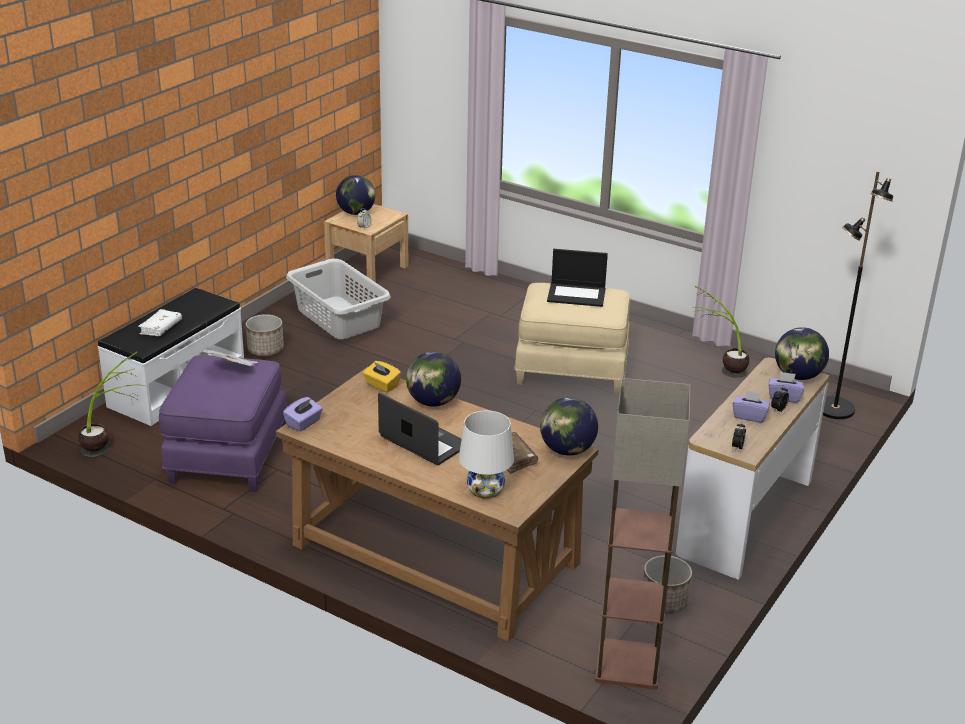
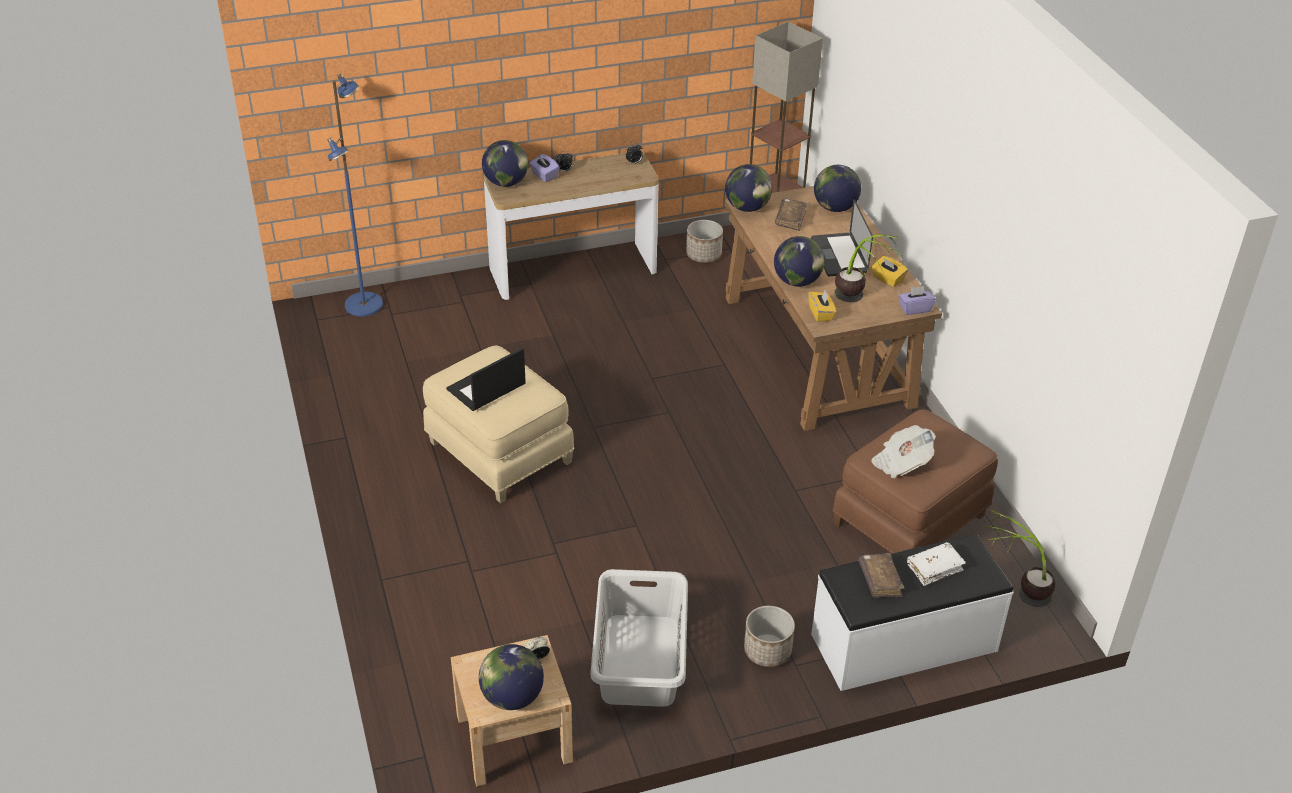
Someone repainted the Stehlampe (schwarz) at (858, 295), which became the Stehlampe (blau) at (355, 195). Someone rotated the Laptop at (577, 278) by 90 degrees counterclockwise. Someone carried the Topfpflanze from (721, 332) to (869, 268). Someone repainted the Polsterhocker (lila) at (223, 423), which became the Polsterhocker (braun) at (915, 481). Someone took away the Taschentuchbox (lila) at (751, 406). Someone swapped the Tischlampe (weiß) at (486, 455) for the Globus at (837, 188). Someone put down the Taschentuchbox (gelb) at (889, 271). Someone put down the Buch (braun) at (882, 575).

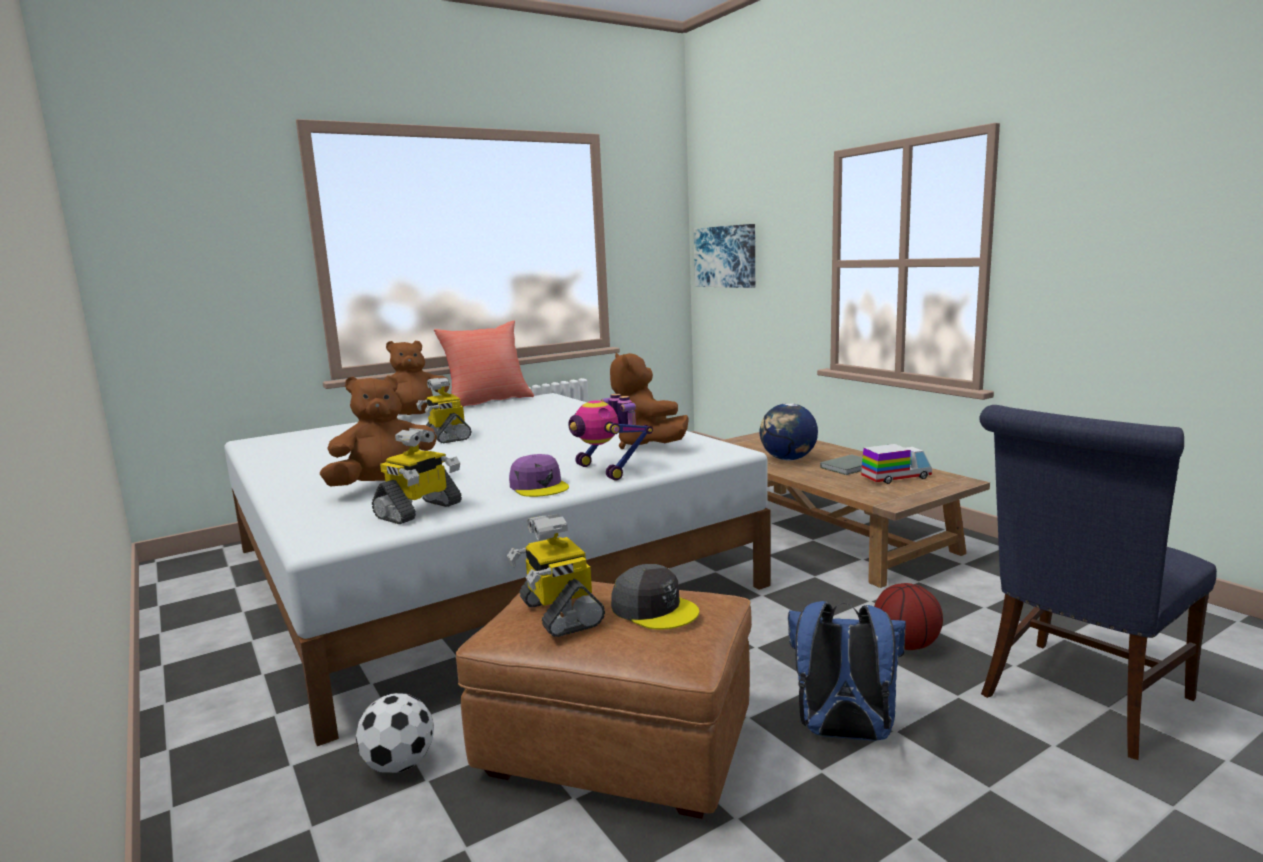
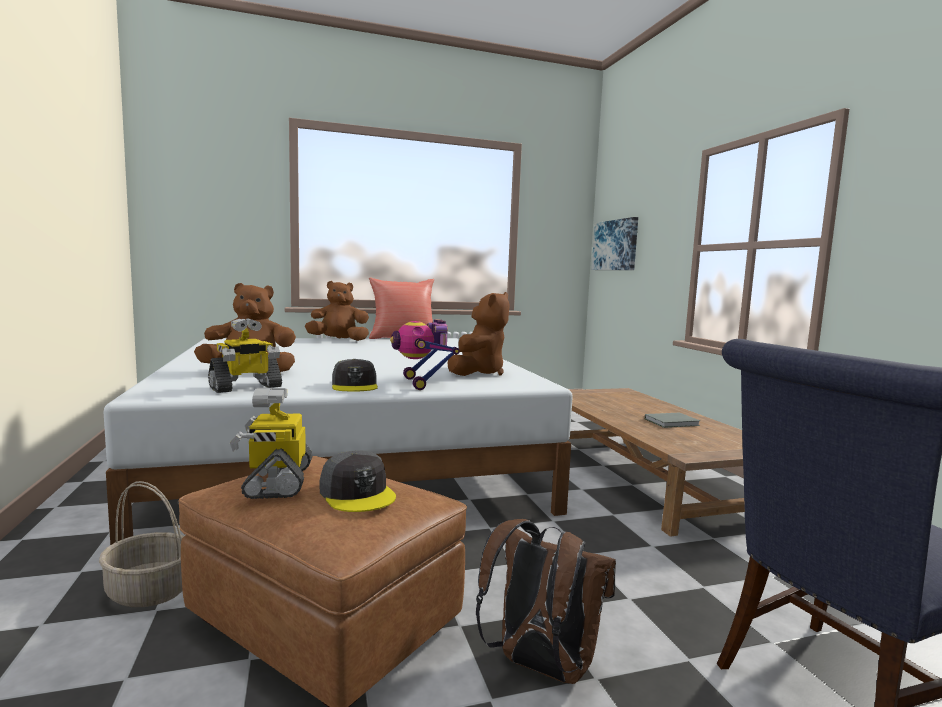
Someone rotated the Plüschtier (braun) at (649, 401) by 150 degrees counterclockwise. Someone took away the Spielzeugroboter at (444, 410). Someone took away the Globus at (789, 431). Someone took away the Spielzeuglaster at (896, 464). Someone repainted the Kappe (lila) at (539, 475), which became the Kappe (grau) at (355, 375). Someone took away the Basketball at (908, 616). Someone repainted the Rucksack (blau) at (847, 671), which became the Rucksack (braun) at (546, 601). Someone swapped the Fußball at (395, 733) for the Korb at (141, 544).

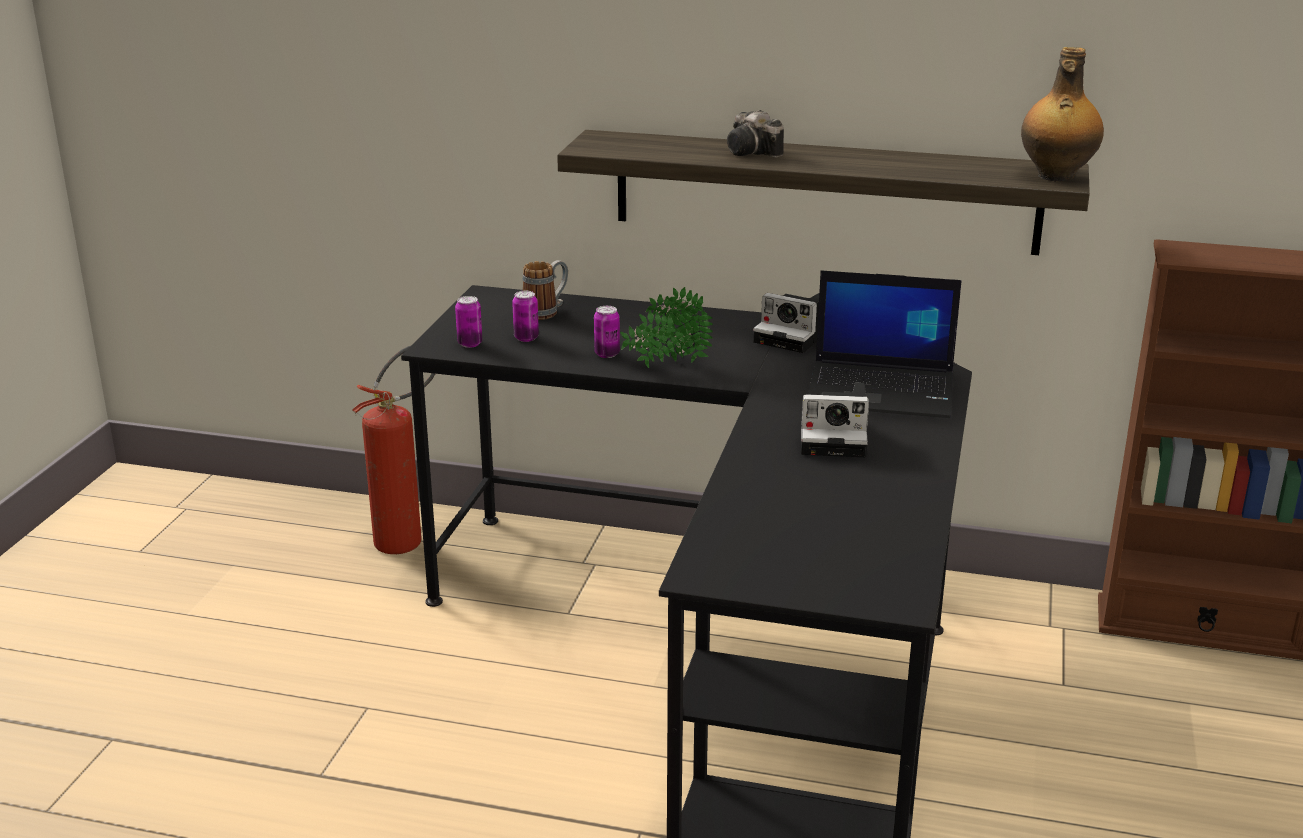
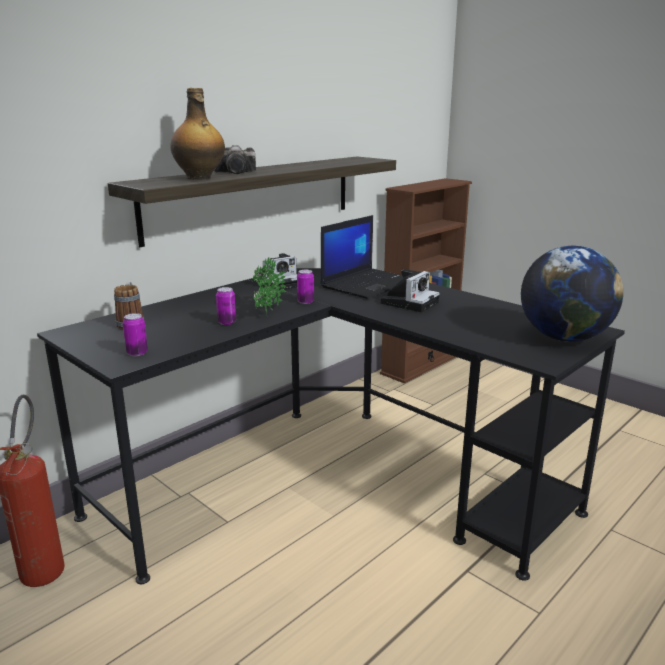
Someone carried the Flasche from (1062, 114) to (197, 134). Someone carried the Dose from (525, 316) to (305, 287). Someone put down the Globus at (572, 294).

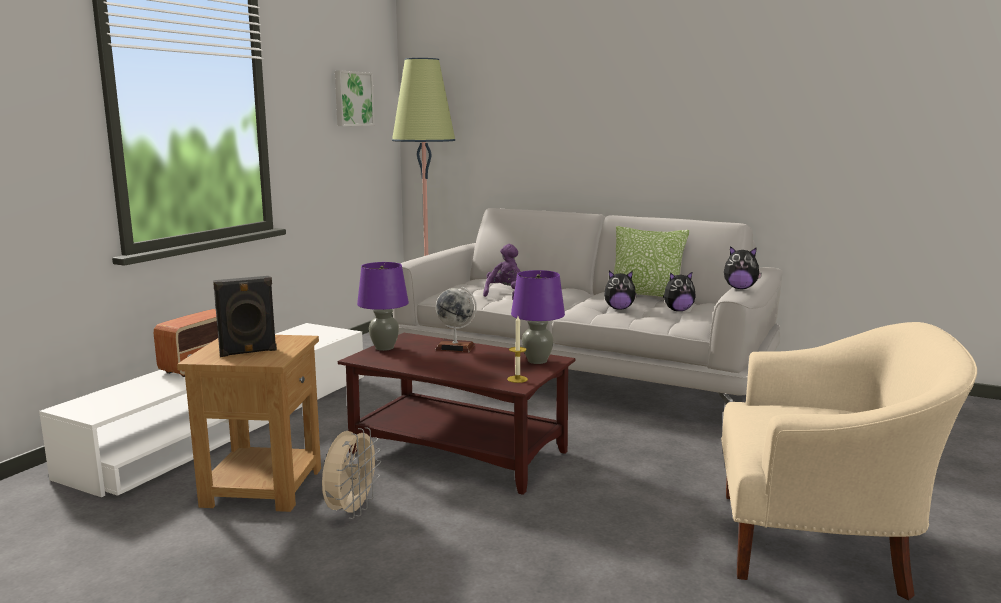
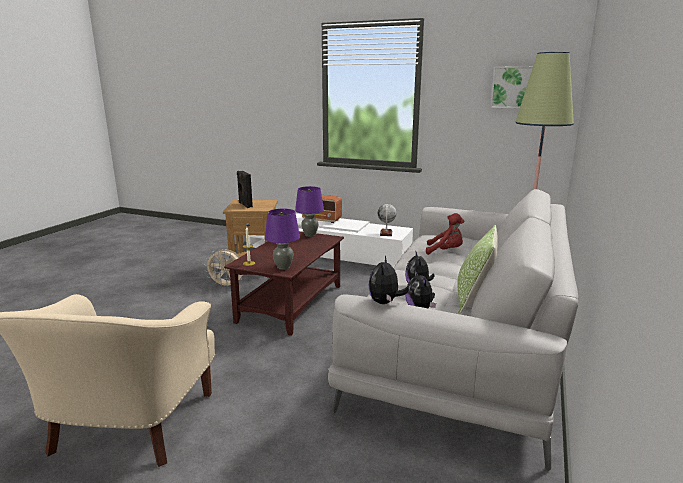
Someone repainted the Plüschtier (lila) at (502, 272), which became the Plüschtier (rot) at (445, 234). Someone carried the Globus from (456, 319) to (387, 220).

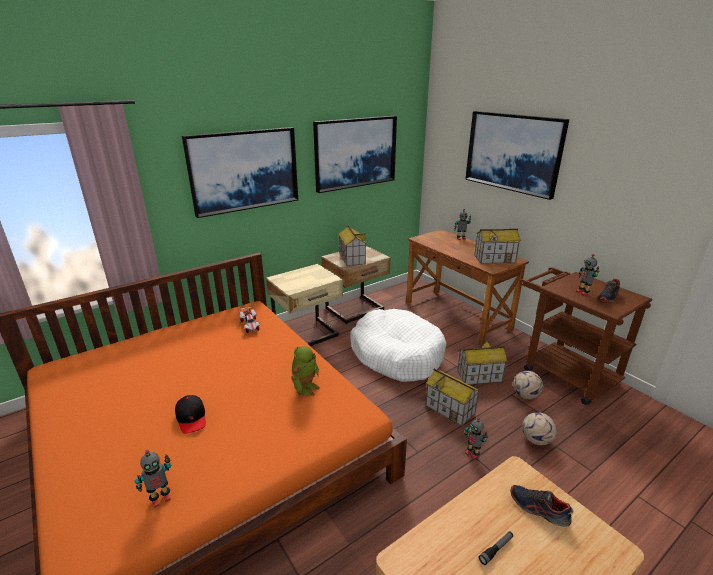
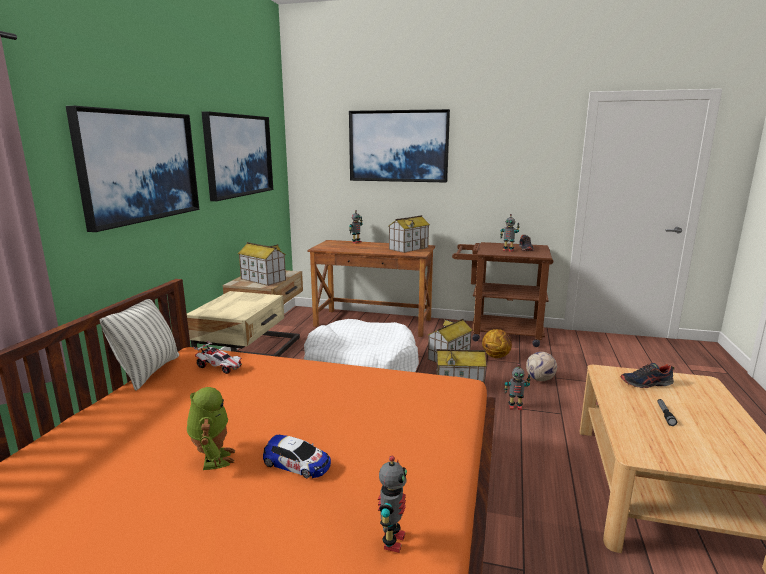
Someone carried the Spielzeugroboter from (305, 371) to (211, 428). Someone swapped the Fußball at (528, 385) for the Basketball at (497, 343). Someone swapped the Kappe (schwarz) at (190, 414) for the Spielzeugauto at (297, 456). Someone put down the Kissen at (139, 345).

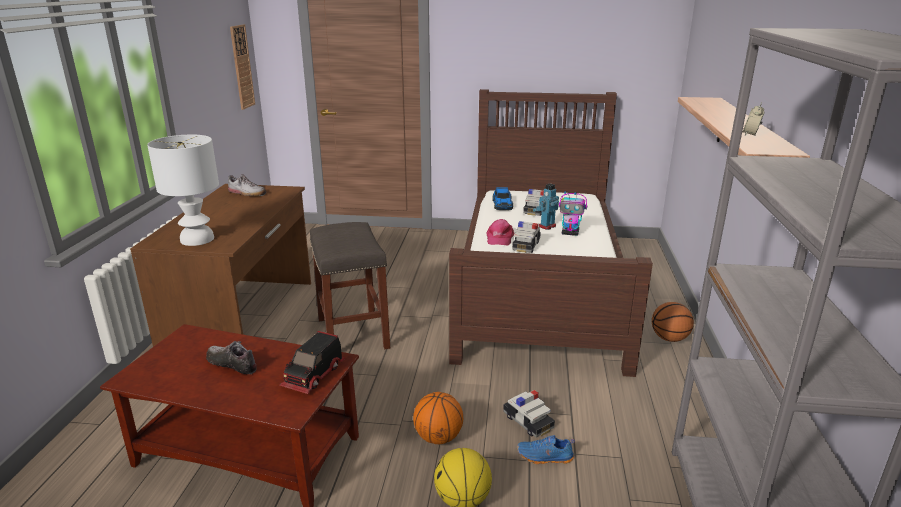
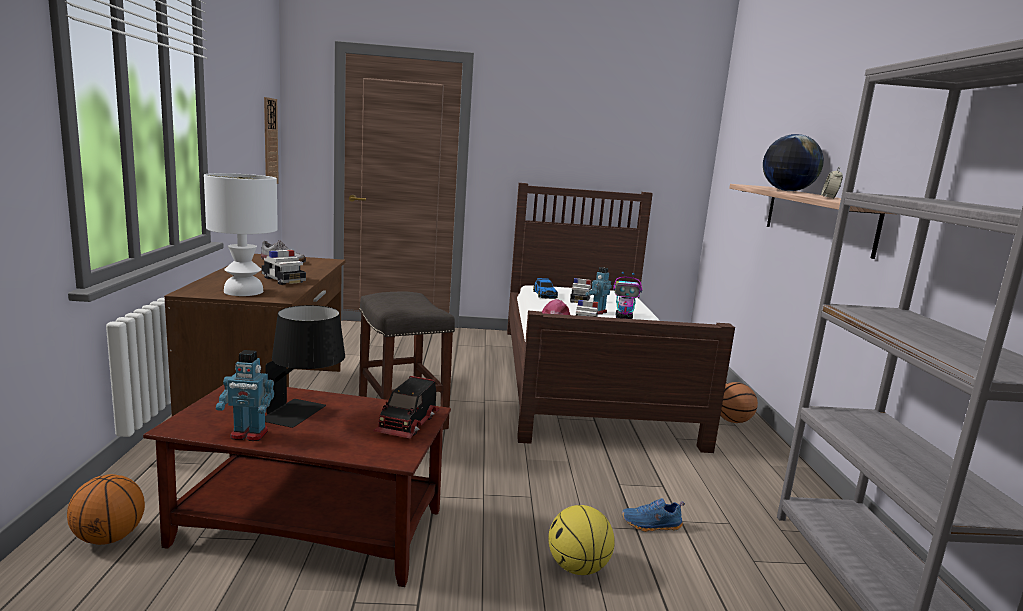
Someone swapped the Schuh at (231, 357) for the Tischlampe (schwarz) at (305, 366). Someone carried the Spielzeugauto from (529, 414) to (284, 267). Someone carried the Basketball from (438, 418) to (106, 509). Someone put down the Globus at (793, 162). Someone put down the Spielzeugroboter at (245, 395).

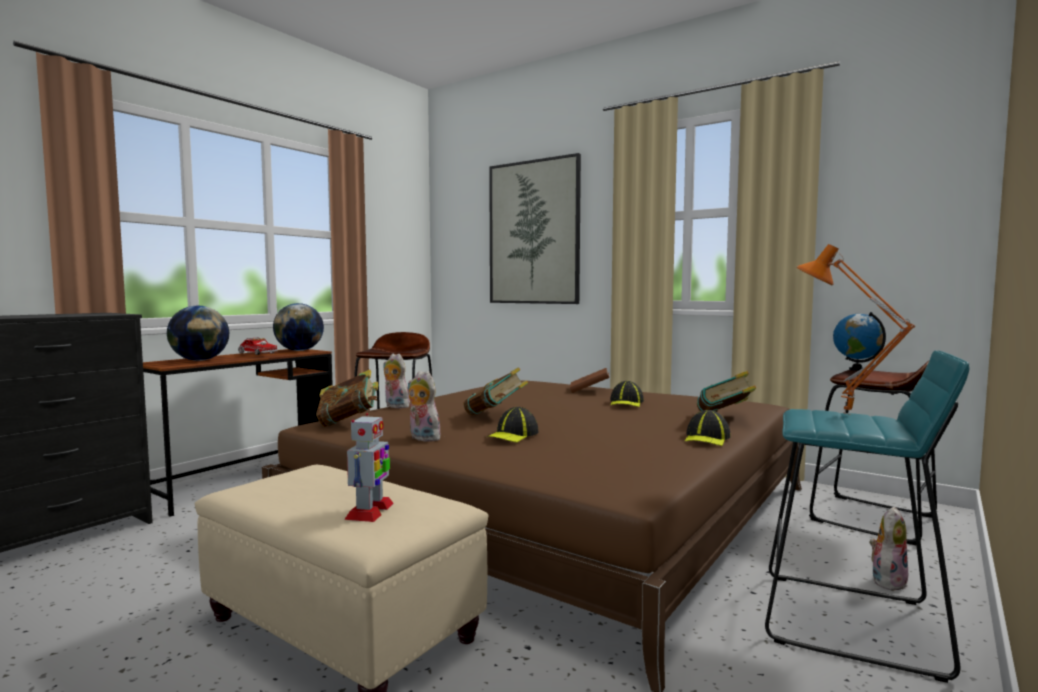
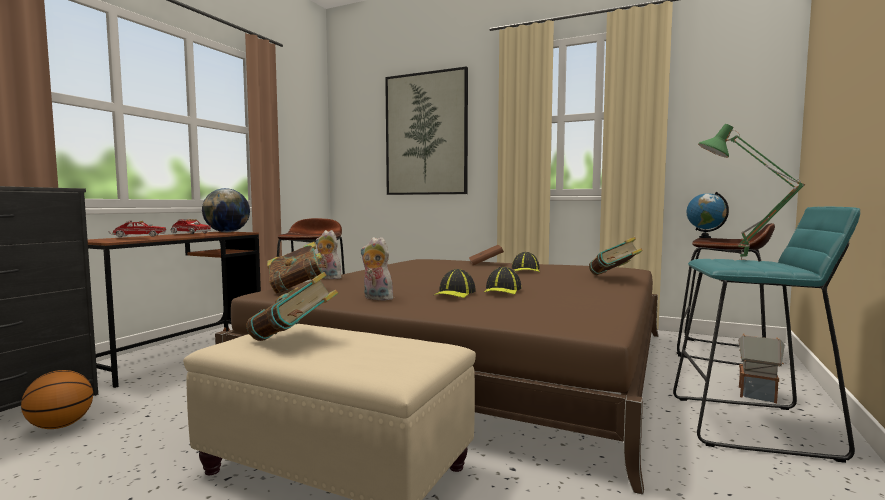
Someone repainted the Tischlampe (orange) at (855, 329), which became the Tischlampe (grün) at (751, 192). Someone swapped the Globus at (198, 333) for the Spielzeuglaster at (137, 229). Someone carried the Buch from (495, 391) to (292, 306). Someone carried the Kappe from (708, 428) to (502, 281). Someone took away the Spielzeugroboter at (369, 467). Someone swapped the Plüschtier at (888, 548) for the Spielzeughaus at (761, 368). Someone put down the Basketball at (57, 399).

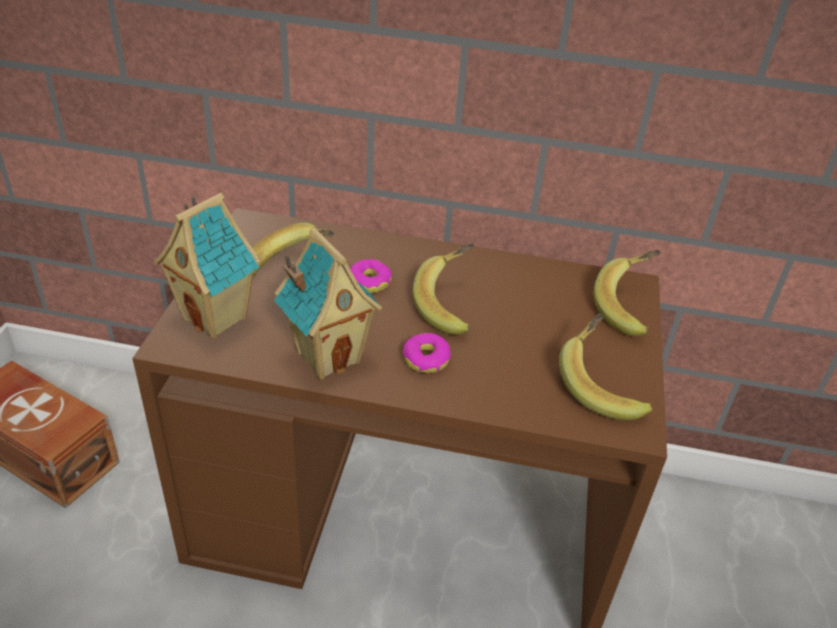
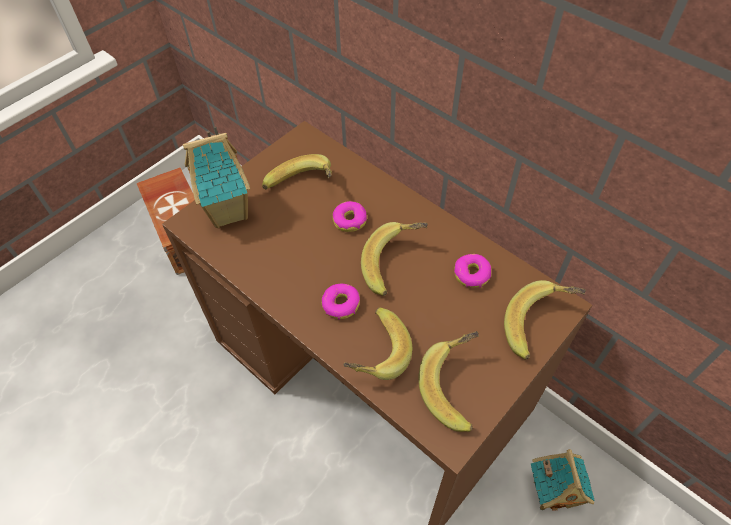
Someone carried the Spielzeughaus from (328, 303) to (563, 480). Someone put down the Donut at (472, 271). Someone put down the Banane at (378, 344).

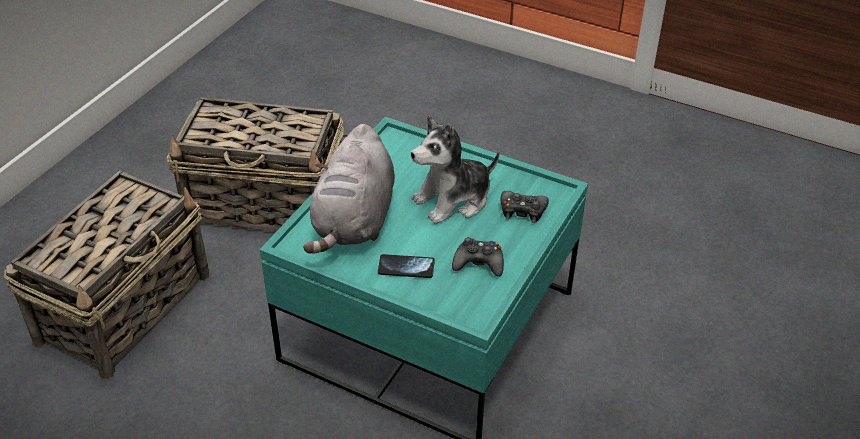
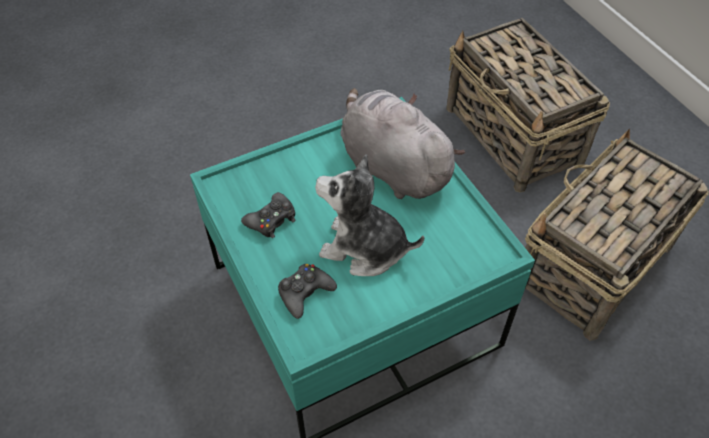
Someone rotated the Plüschtier at (455, 169) by 75 degrees counterclockwise. Someone took away the Handy at (406, 266).

